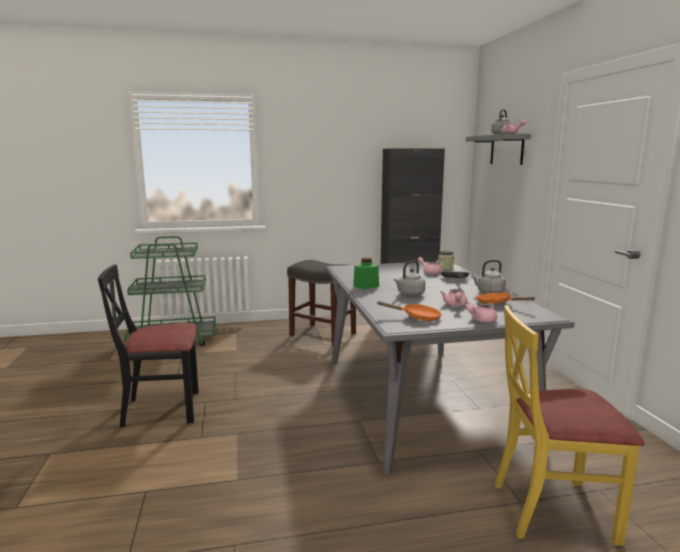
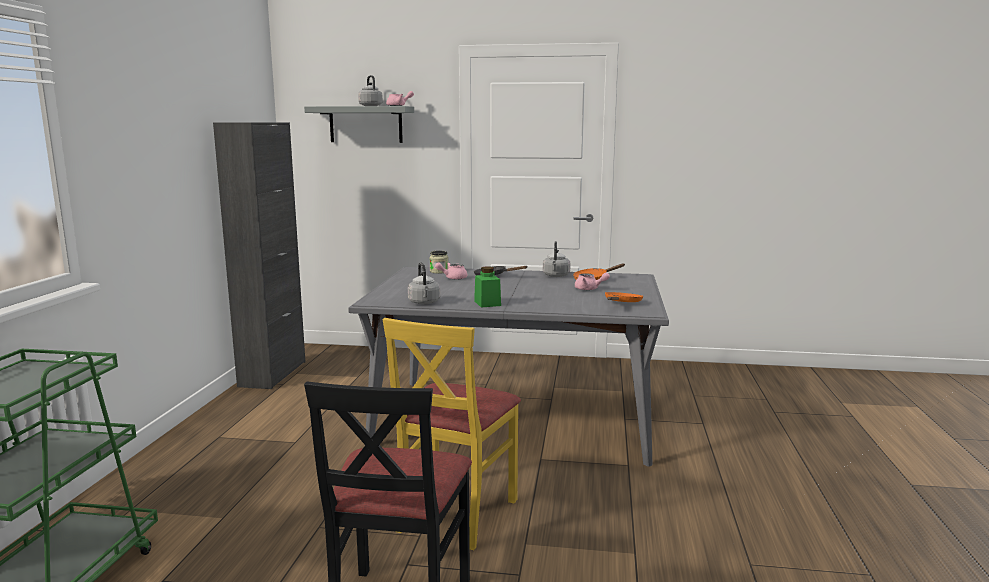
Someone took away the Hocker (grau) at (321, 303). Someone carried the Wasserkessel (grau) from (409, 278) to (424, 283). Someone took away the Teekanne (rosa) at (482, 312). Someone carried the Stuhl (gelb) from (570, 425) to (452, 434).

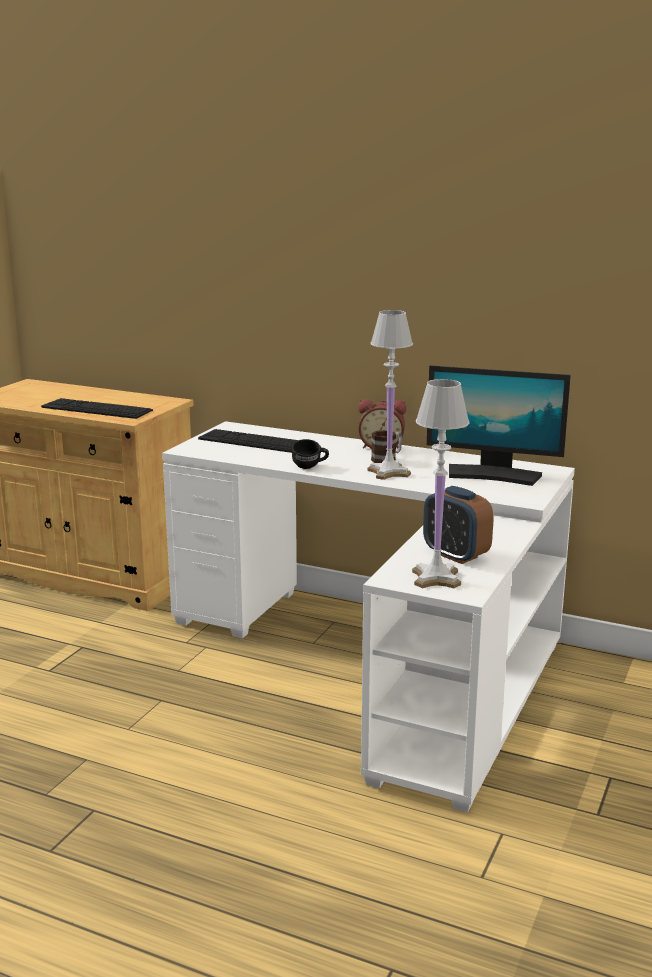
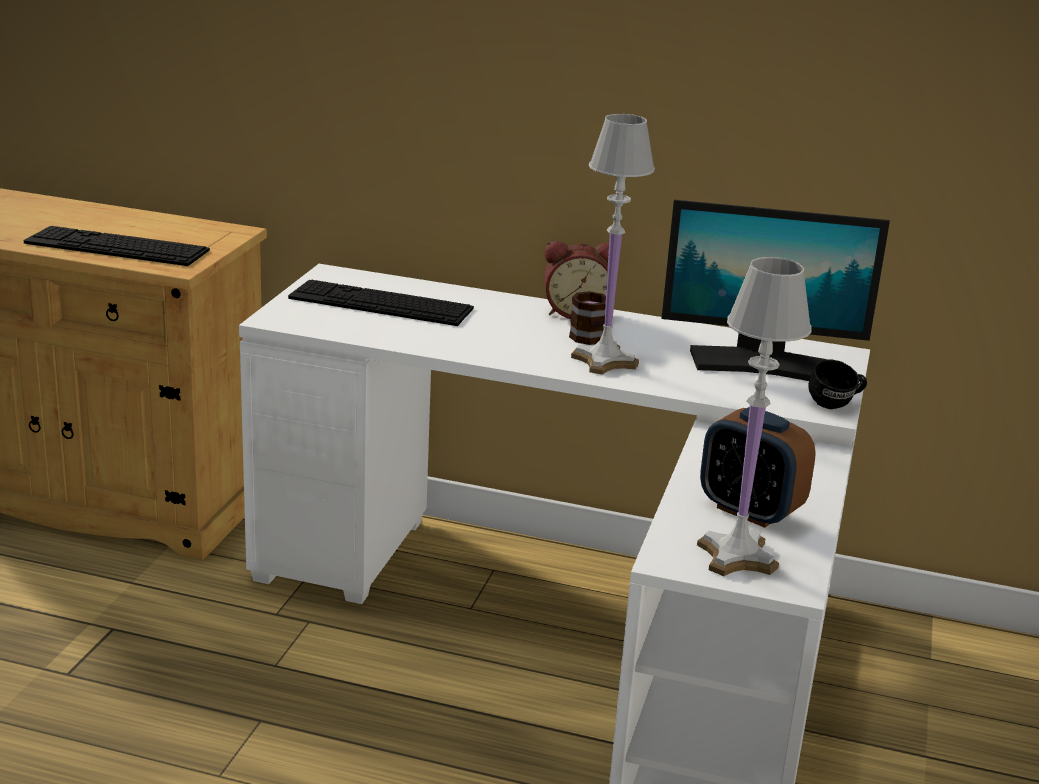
Someone carried the Henkelbecher (schwarz) from (310, 454) to (838, 384).

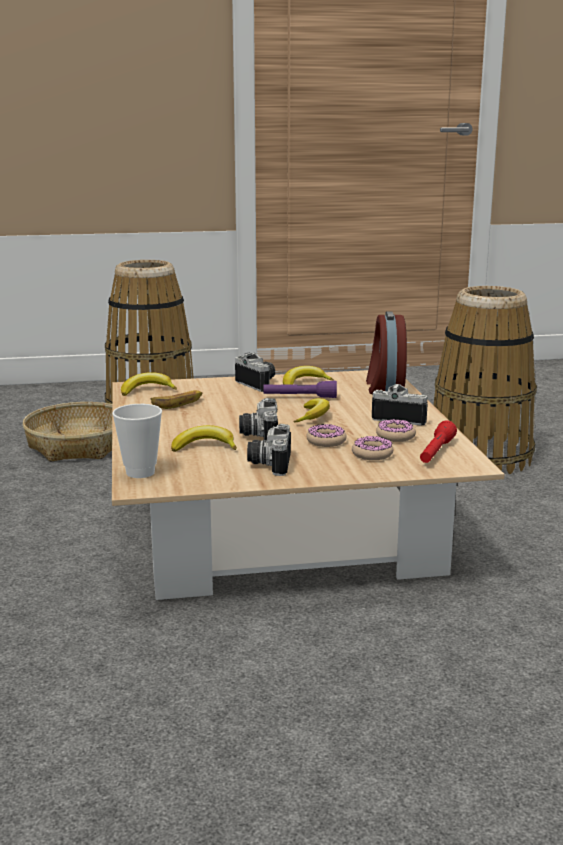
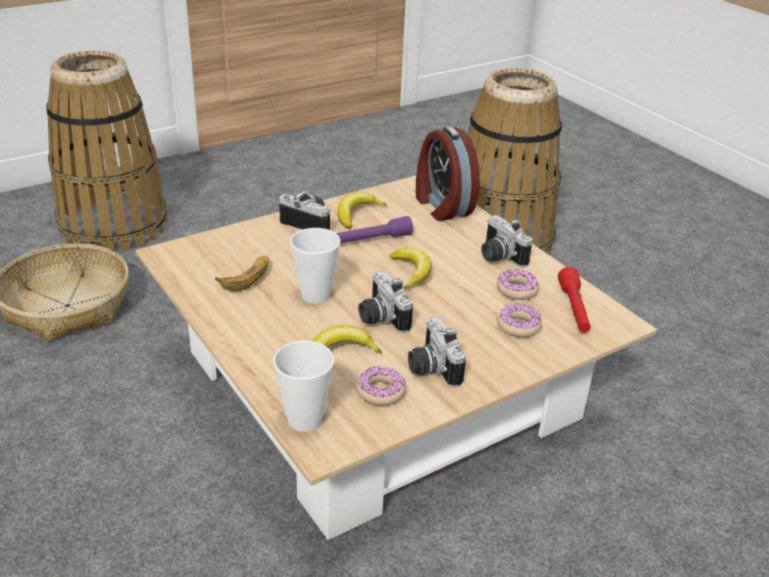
Someone took away the Banane at (149, 384). Someone rotated the Kamera at (400, 405) by 120 degrees counterclockwise. Someone carried the Donut from (326, 435) to (381, 386). Someone put down the Tasse at (315, 266).

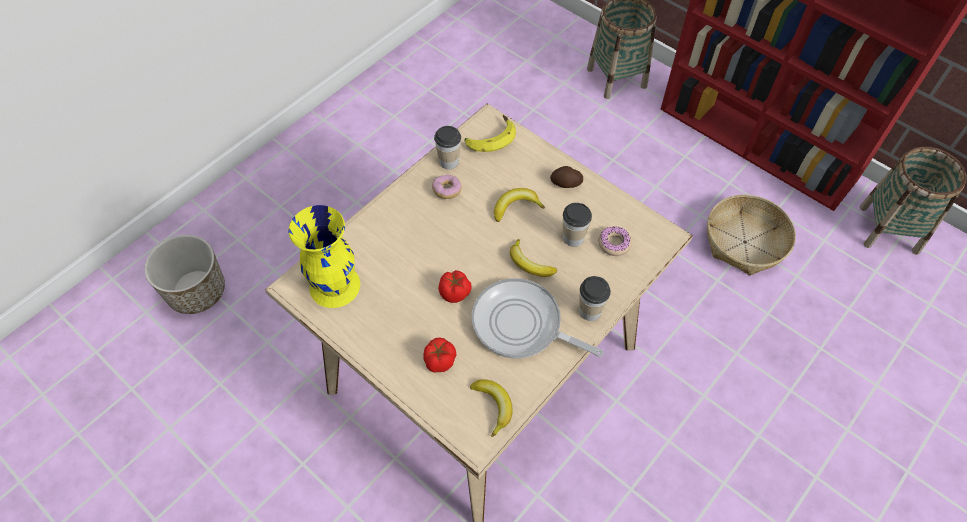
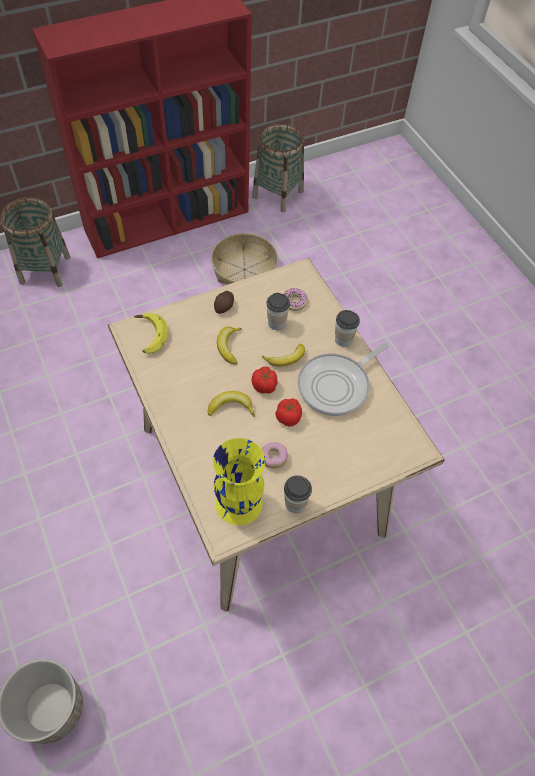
Someone carried the Tasse from (447, 147) to (298, 494). Someone carried the Donut from (447, 187) to (275, 455). Someone carried the Tomate from (440, 355) to (264, 380). Someone carried the Banane from (491, 408) to (231, 403).

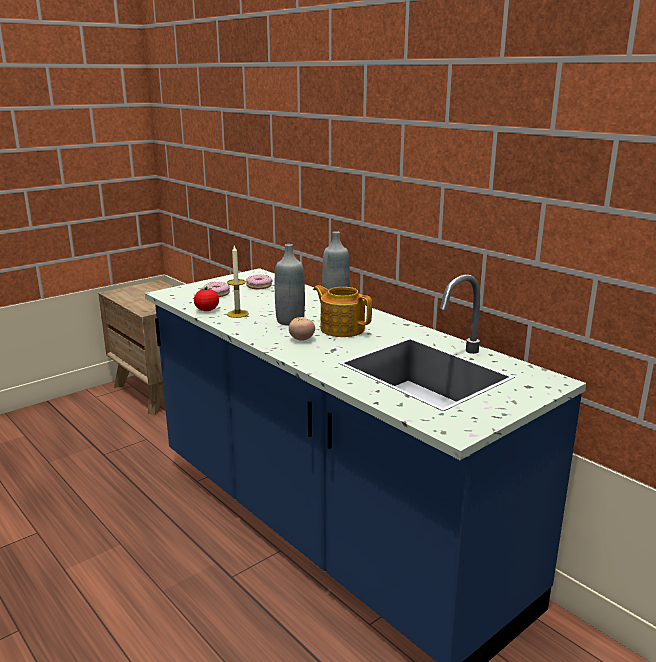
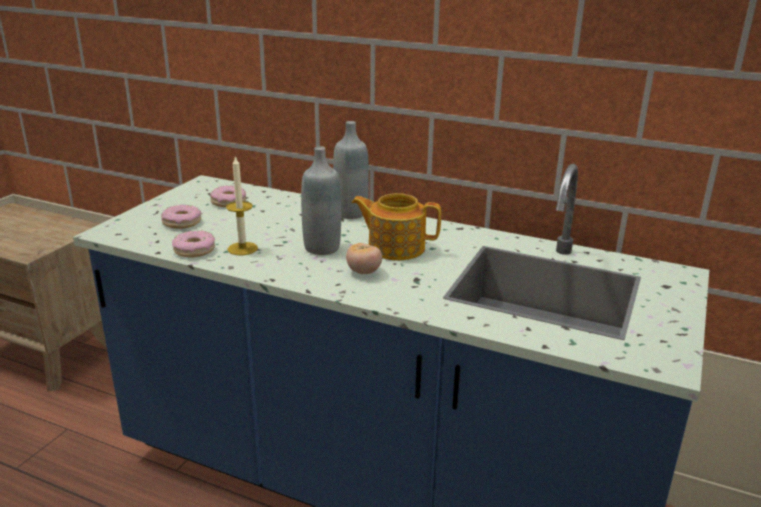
Someone swapped the Tomate at (206, 298) for the Donut at (193, 244).

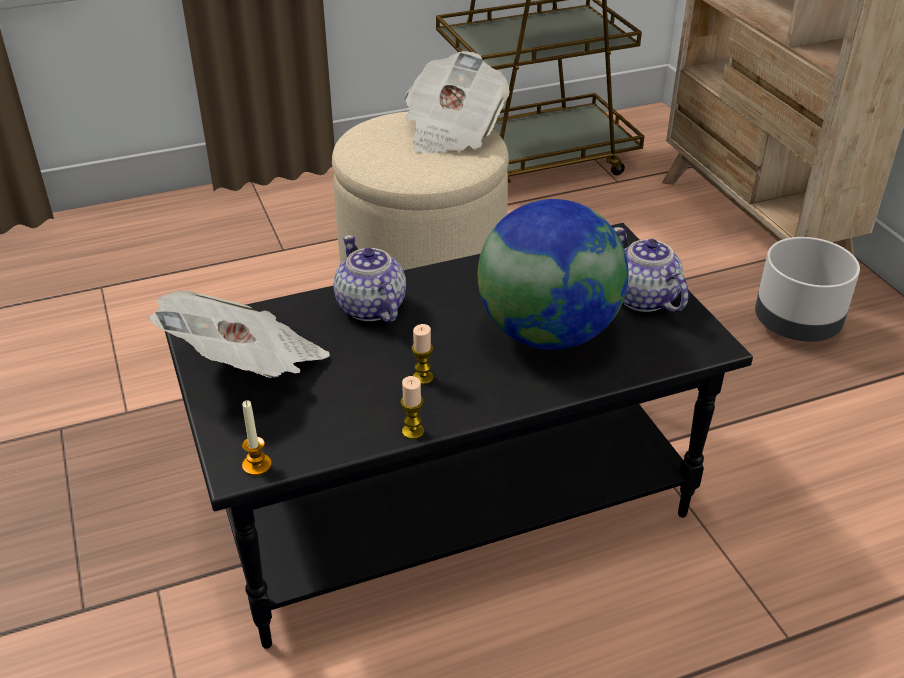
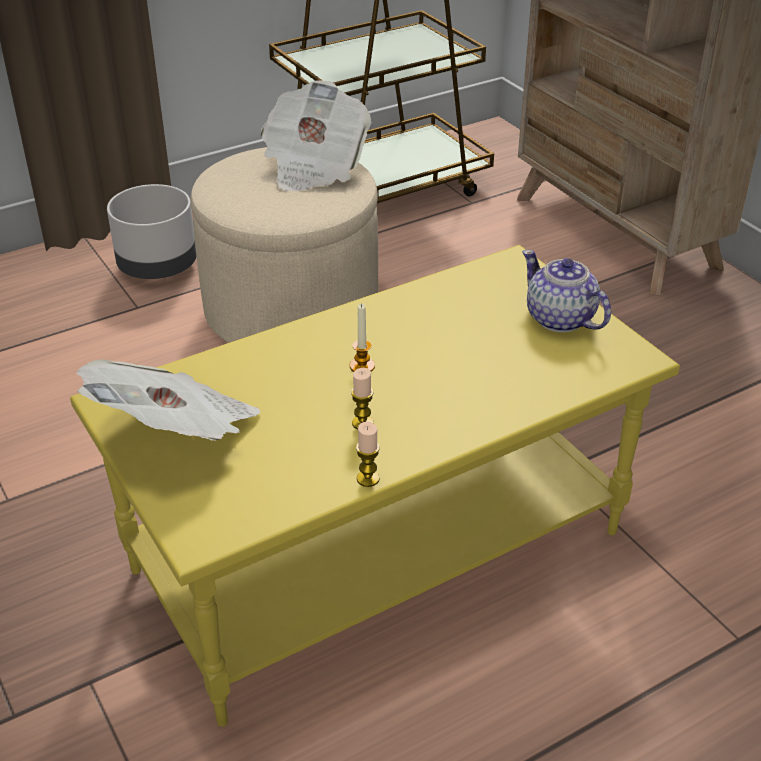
Someone took away the Globus at (553, 274). Someone repainted the Couchtisch (schwarz) at (459, 436), which became the Couchtisch (gelb) at (375, 486). Someone took away the Teekanne at (369, 278). Someone carried the Pflanzkübel (grau) from (807, 289) to (151, 231). Someone carried the Kerze from (257, 438) to (362, 338).

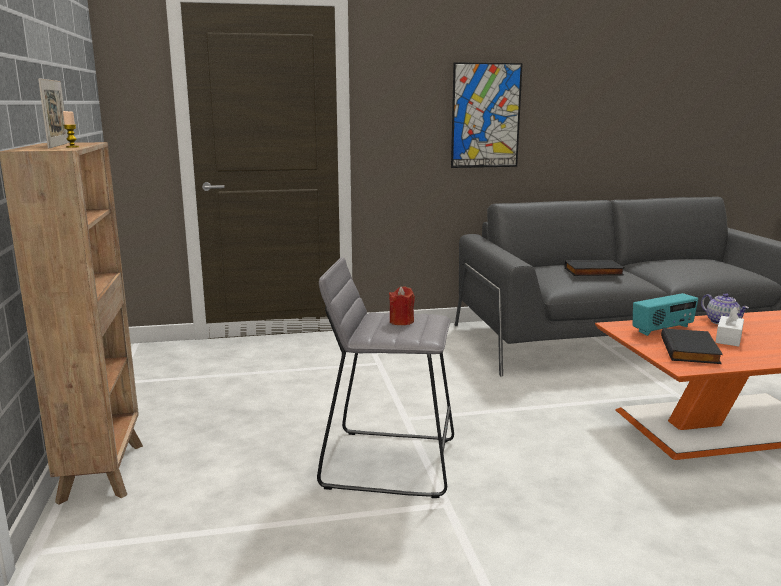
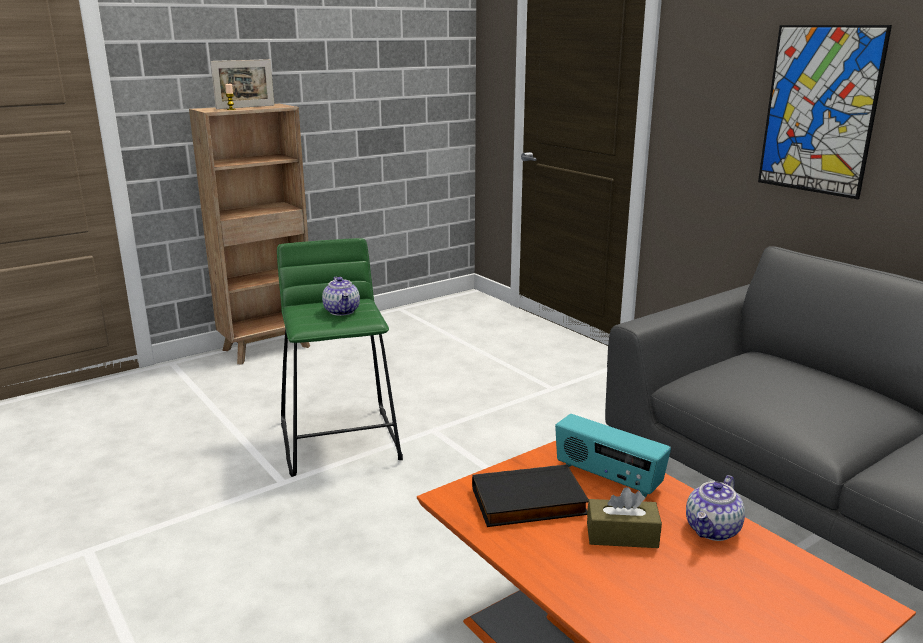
Someone repainted the Hocker (grau) at (385, 377), which became the Hocker (grün) at (340, 357). Someone took away the Buch (schwarz) at (595, 268). Someone swapped the Kerze (rot) at (402, 305) for the Teekanne at (341, 296). Someone repainted the Taschentuchbox (weiß) at (729, 327), which became the Taschentuchbox (braun) at (624, 517).

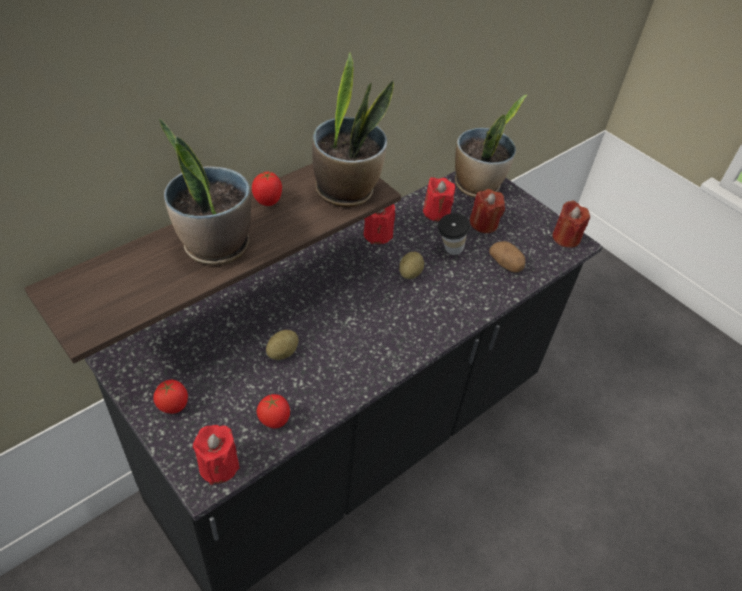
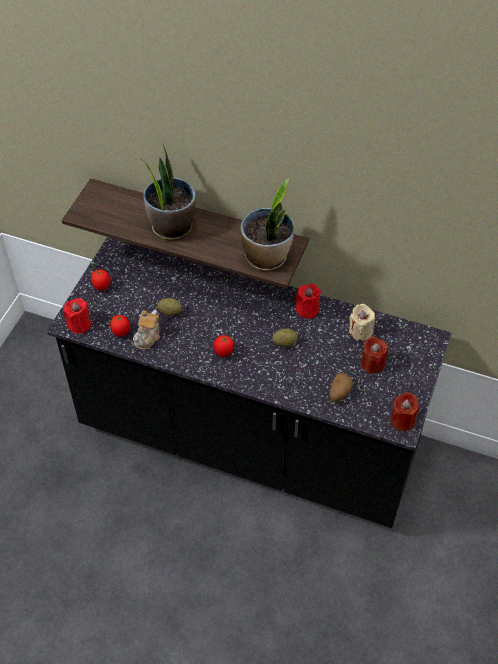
Someone took away the Topfpflanze at (491, 146). Someone carried the Tomate from (267, 189) to (223, 346). Someone repainted the Kerze (rot) at (439, 199), which became the Kerze (beige) at (362, 322). Someone took away the Tasse at (454, 234). Someone put down the Teekanne at (146, 330).

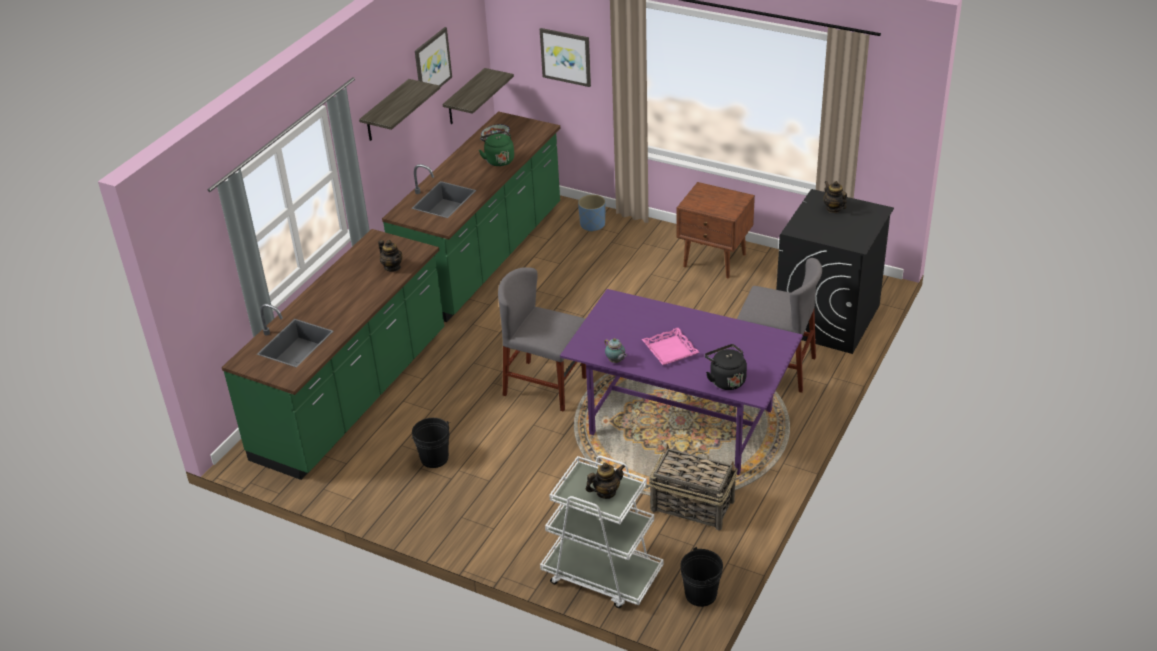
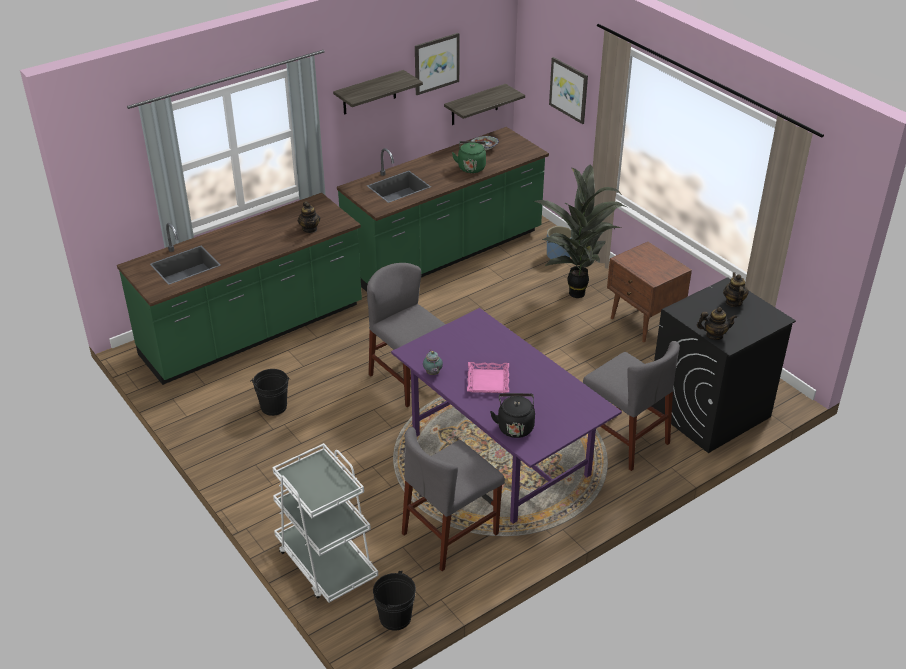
Someone swapped the Korb at (693, 487) for the Stuhl (grau) at (453, 499). Someone carried the Teekanne from (605, 481) to (717, 323). Someone put down the Topfpflanze at (580, 231).

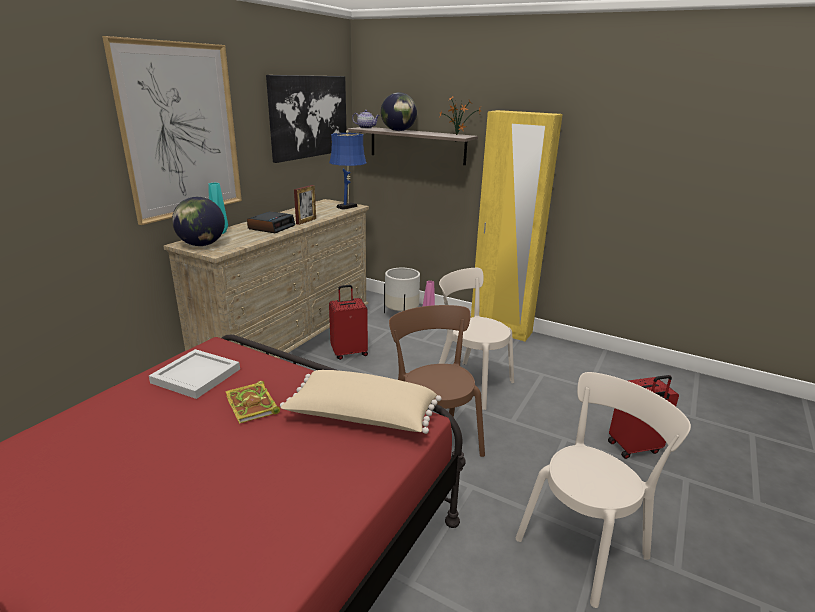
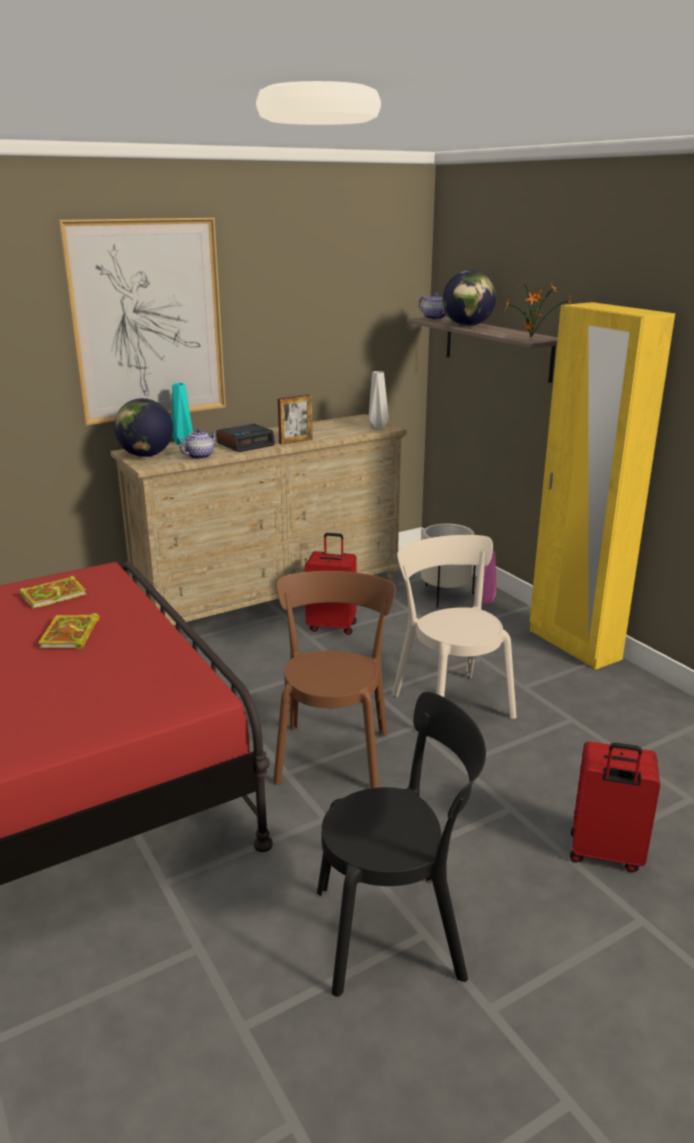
Someone took away the Bild at (306, 119). Someone swapped the Tischlampe (blau) at (347, 170) for the Vase (grau) at (378, 400). Someone swapped the Tablett (weiß) at (194, 374) for the Buch at (52, 592). Someone took away the Kissen (beige) at (361, 402). Someone repainted the Stuhl (beige) at (603, 490), which became the Stuhl (schwarz) at (401, 844). Someone put down the Teekanne at (198, 444).

